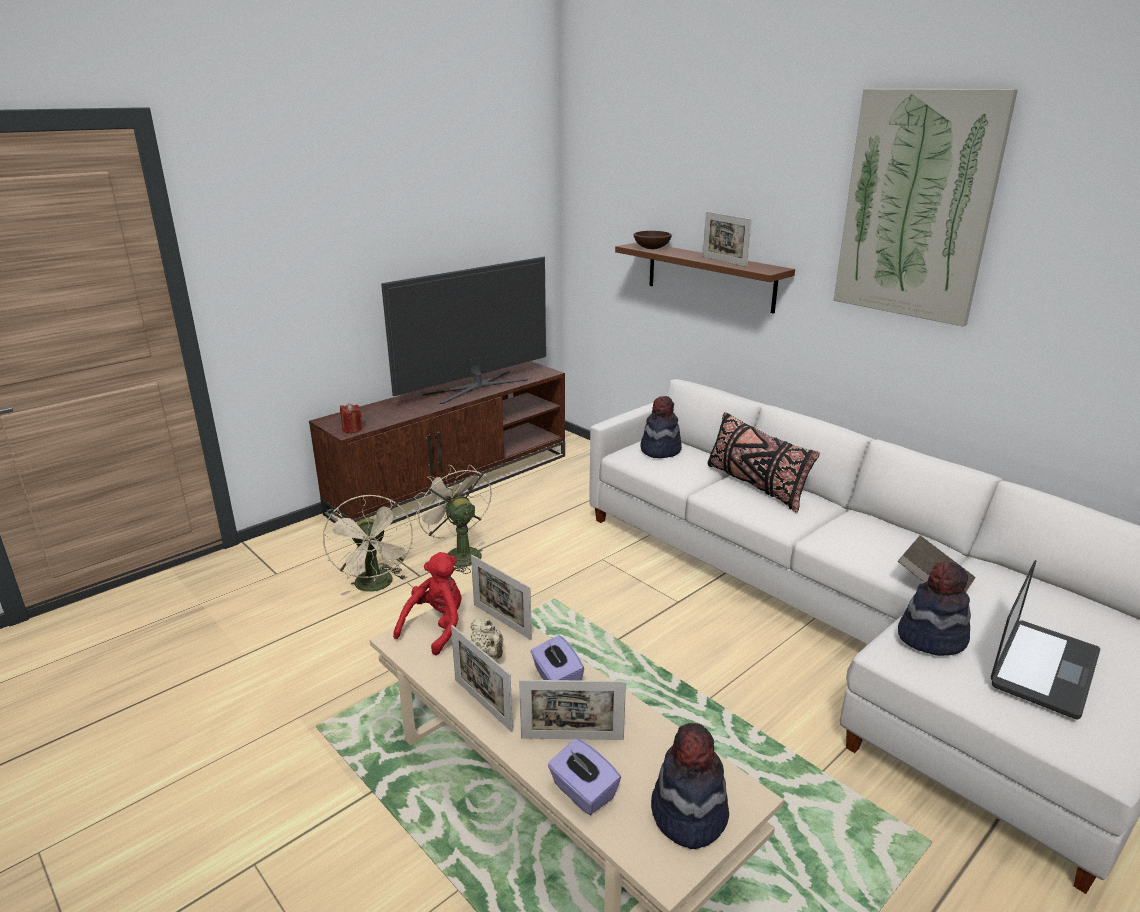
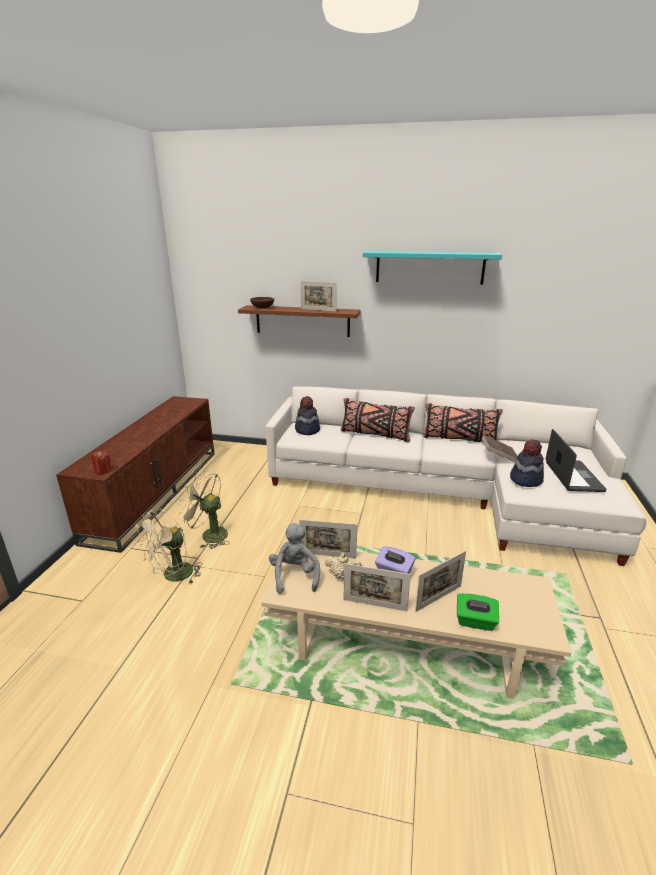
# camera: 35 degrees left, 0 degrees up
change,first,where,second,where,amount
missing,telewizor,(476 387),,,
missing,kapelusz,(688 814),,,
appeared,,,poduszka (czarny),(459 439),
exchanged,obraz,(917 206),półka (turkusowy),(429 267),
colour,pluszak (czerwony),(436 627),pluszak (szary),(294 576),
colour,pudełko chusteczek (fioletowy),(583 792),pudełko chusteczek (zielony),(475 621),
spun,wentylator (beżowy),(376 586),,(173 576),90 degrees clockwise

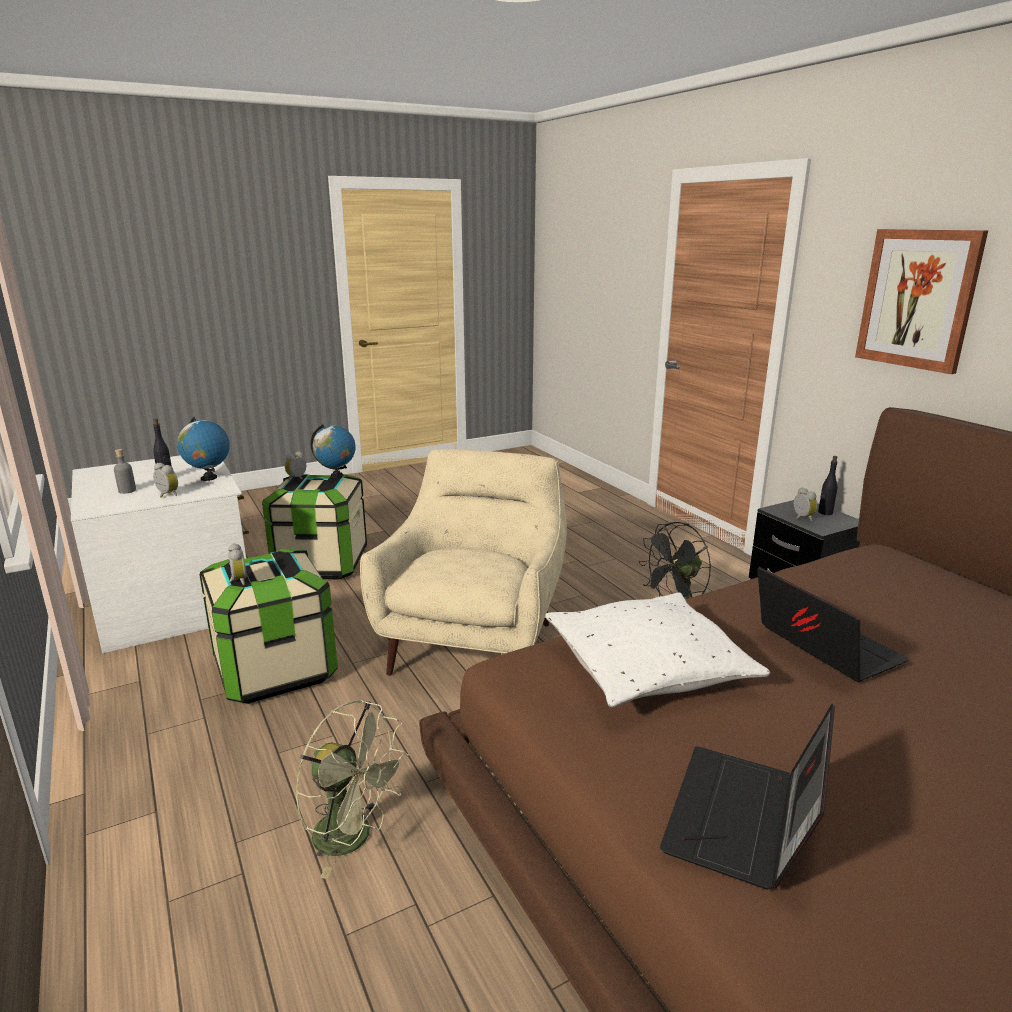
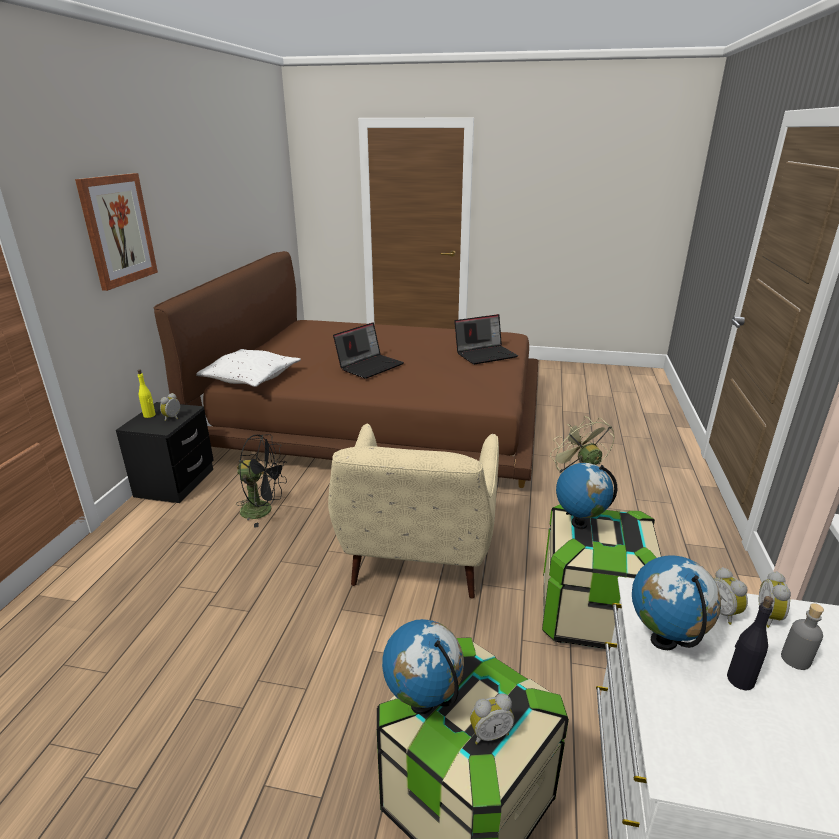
# camera: 140 degrees left, 5 degrees up
change,first,where,second,where,amount
appeared,,,globus,(579 523),
relocated,budzik,(237 581),,(770 617),
relocated,poduszka (biały),(647 664),,(249 377),
colour,butelka (czarny),(825 512),butelka (żółty),(149 415),
spun,fotel (beżowy),(476 643),,(418 559),45 degrees counterclockwise
spun,laptop,(822 647),,(370 366),150 degrees counterclockwise

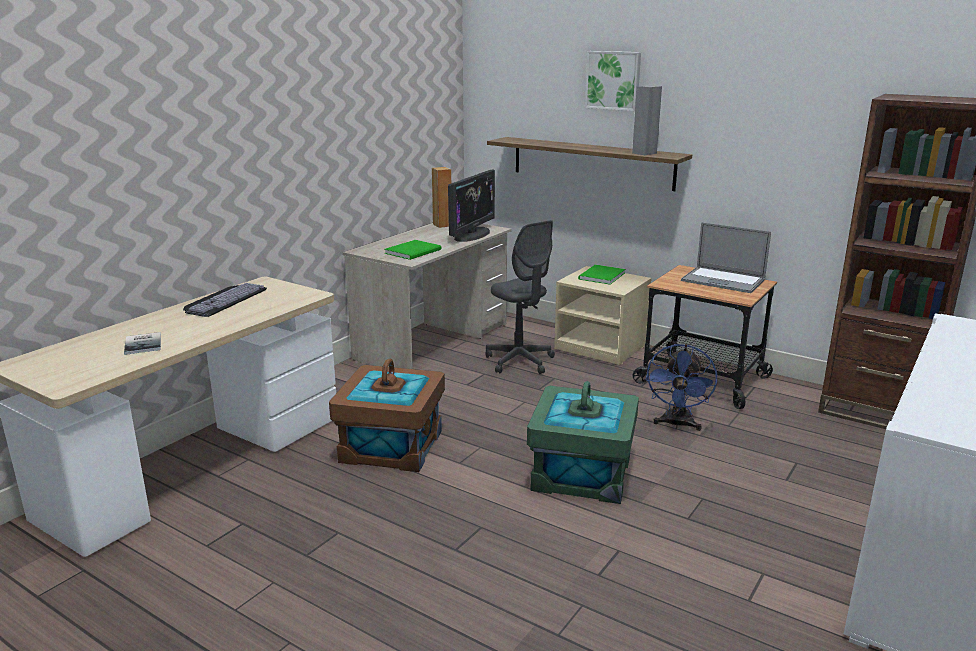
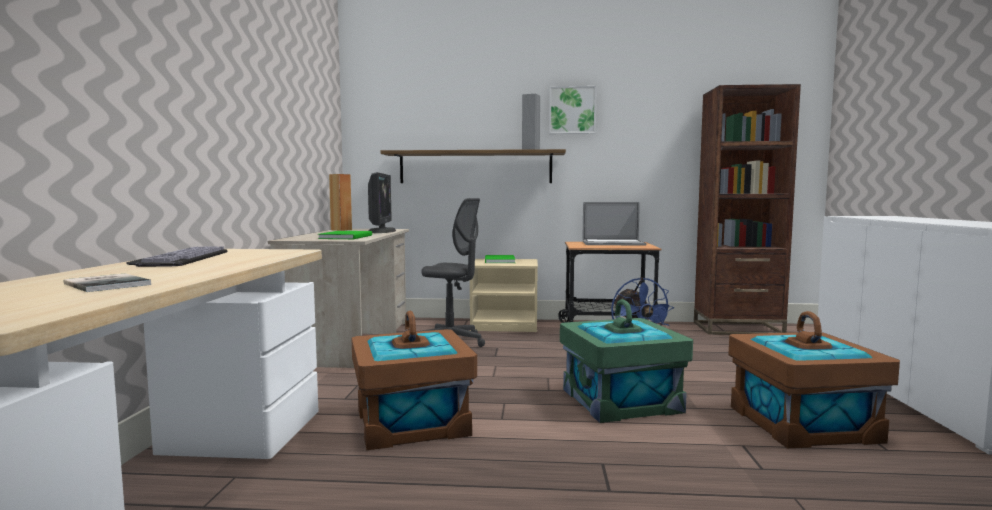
# camera: 30 degrees left, 15 degrees down
change,first,where,second,where,amount
appeared,,,pojemnik do przechowywania (brązowy),(801 424),
relocated,obraz,(613 80),,(572 110),

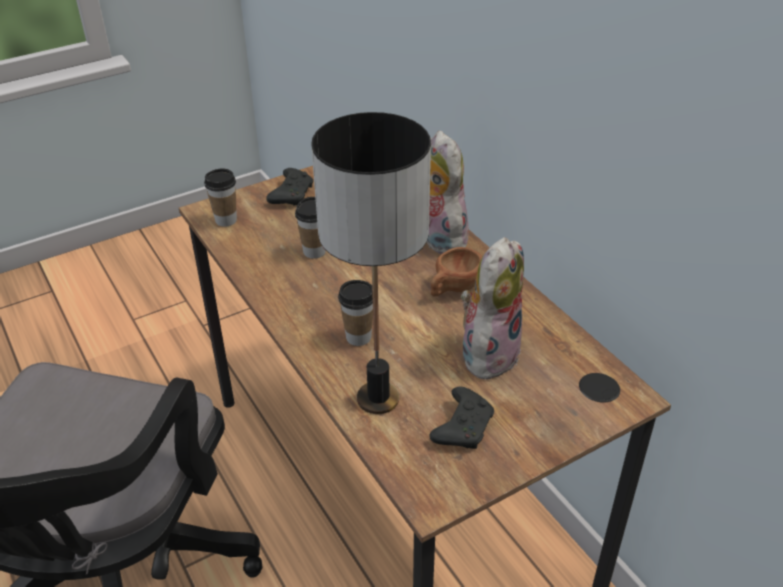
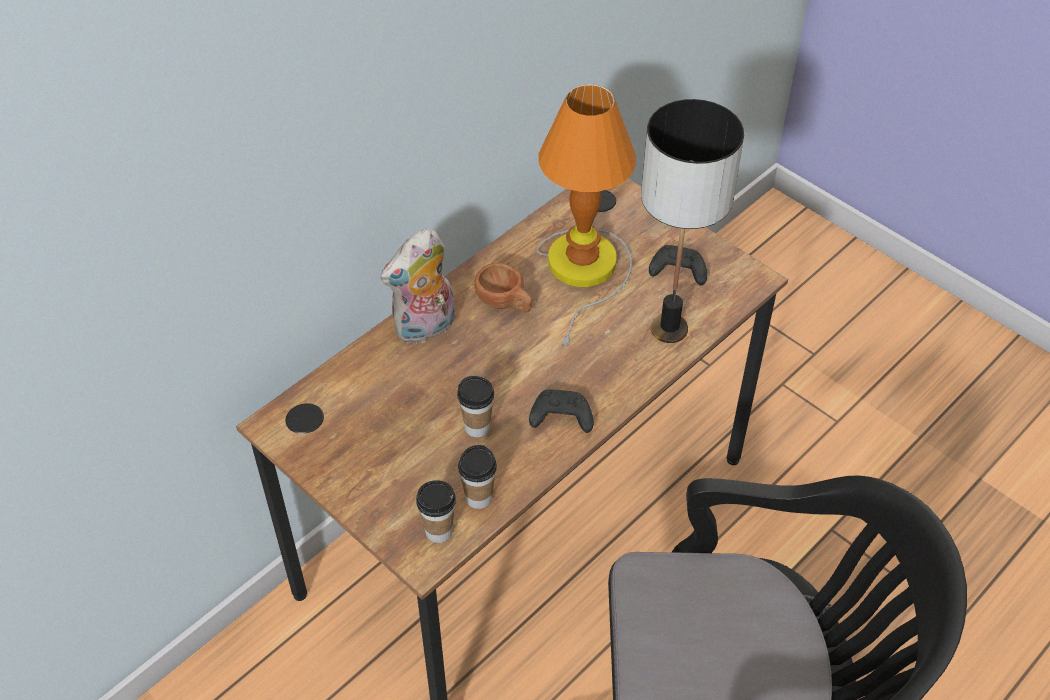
# camera: 105 degrees left, 10 degrees up
change,first,where,second,where,amount
relocated,pad do gier (czarny),(292 194),,(560 418),
relocated,filiżanka,(358 337),,(478 498),
exchanged,pluszak,(488 352),lampa stołowa,(585 268),

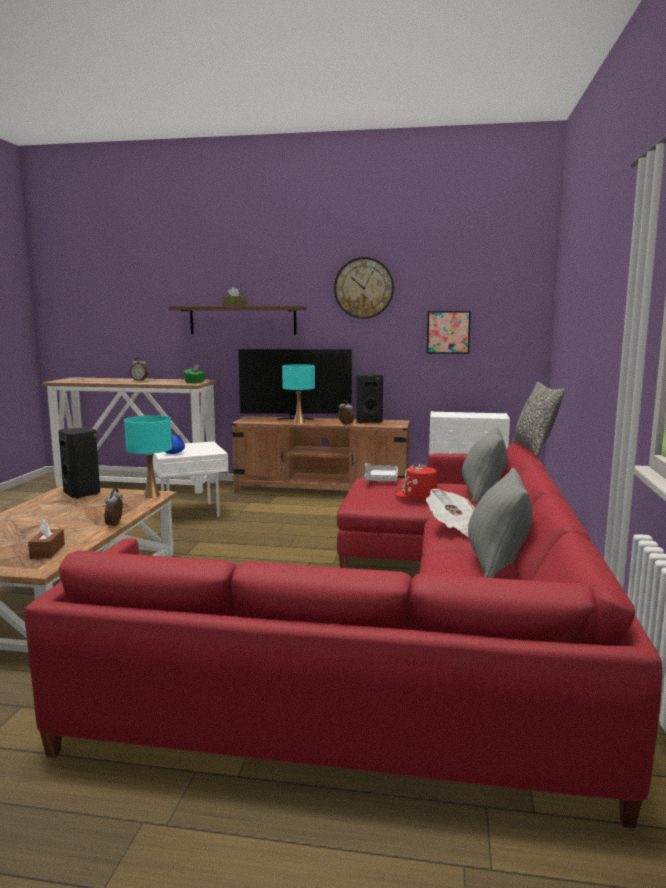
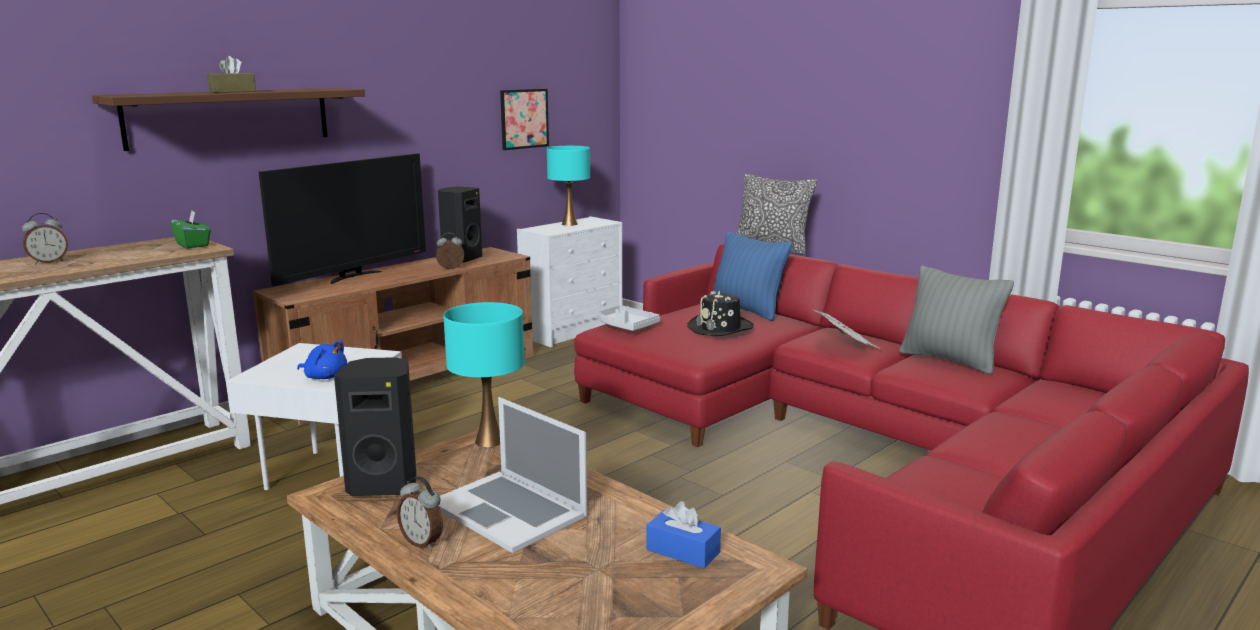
# camera: 55 degrees left, 5 degrees up
change,first,where,second,where,amount
missing,zegar ścienny,(363 288),,,
appeared,,,laptop,(509 510),
relocated,budzik,(115 525),,(423 542),
relocated,lampa stołowa (turkusowy),(299 423),,(570 224),
colour,pudełko chusteczek (brązowy),(47 551),pudełko chusteczek (niebieski),(683 551),
colour,kapelusz (czerwony),(421 495),kapelusz (czarny),(720 328),
colour,poduszka (szary),(483 494),poduszka (niebieski),(747 310),

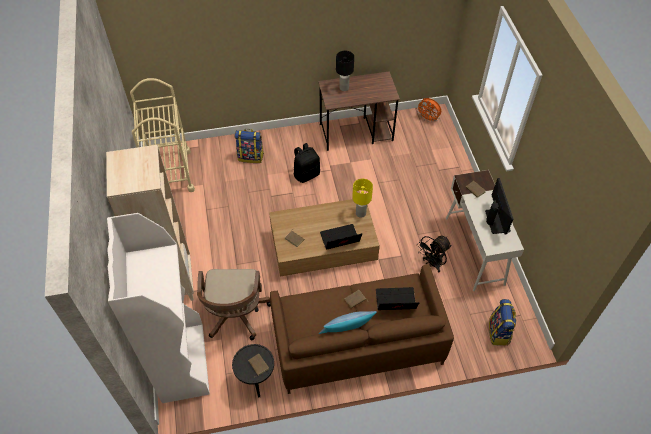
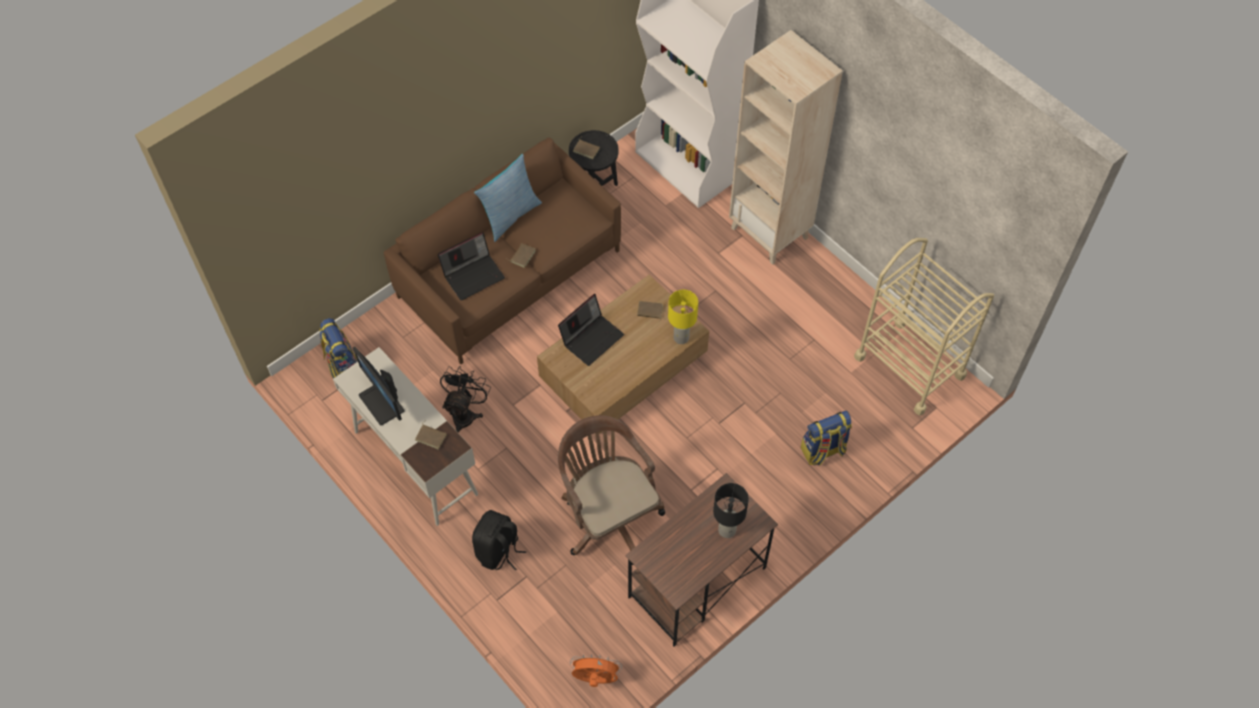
# camera: 150 degrees right, 5 degrees up
change,first,where,second,where,amount
relocated,krzesło biurowe (brązowy),(235 316),,(608 515),
relocated,plecak (czarny),(306 174),,(498 551),
relocated,lampa stołowa (żółty),(360 213),,(681 337),

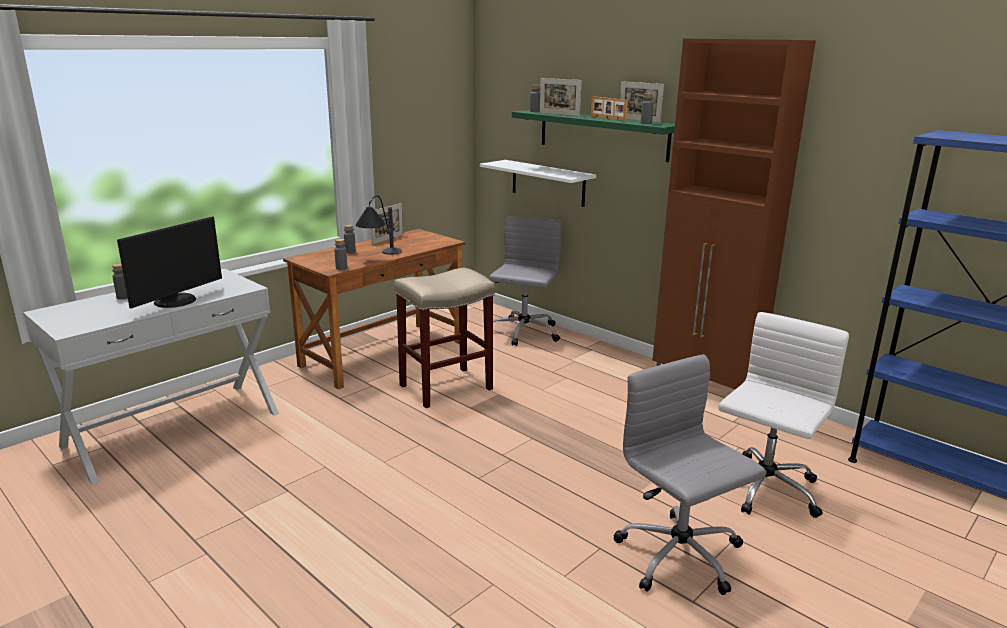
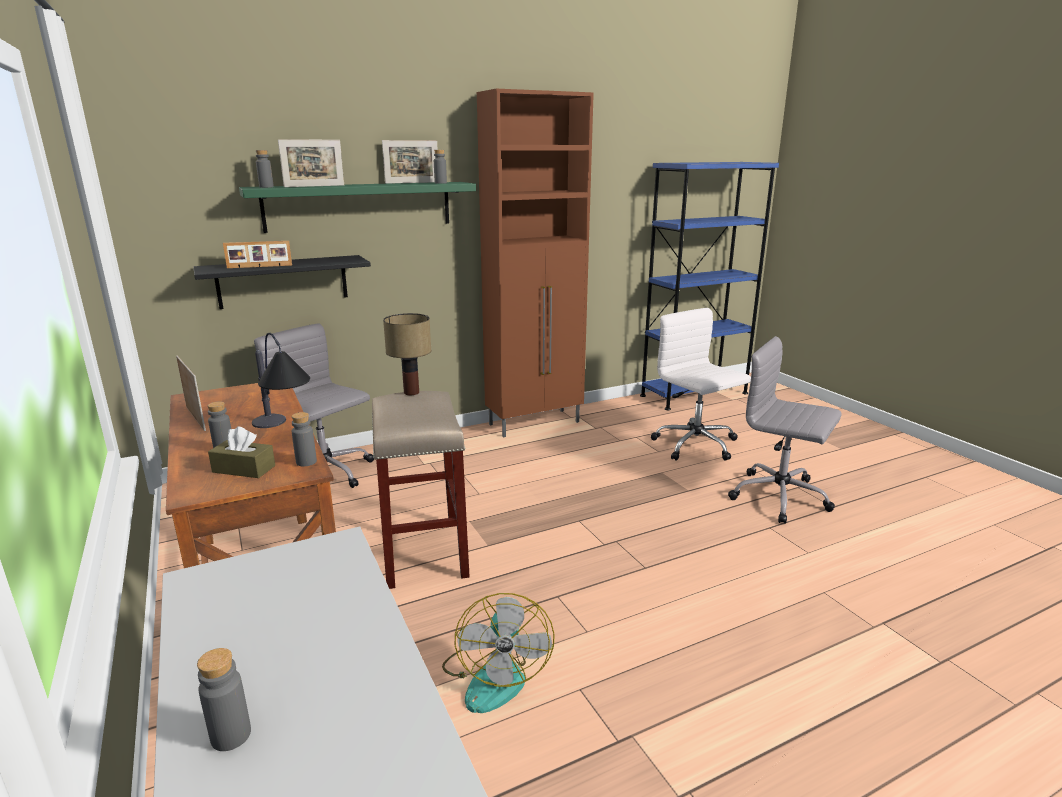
# camera: 70 degrees left, 0 degrees up
change,first,where,second,where,amount
missing,monitor,(177 301),,,
appeared,,,pudełko chusteczek (brązowy),(244 469),
appeared,,,lampa stołowa,(410 392),
appeared,,,wentylator,(495 675),
relocated,ramka na zdjęcie,(607 118),,(259 266),
colour,półka (biały),(548 183),półka (czarny),(283 281),
spun,krzesło biurowe (szary),(680 557),,(781 497),45 degrees clockwise

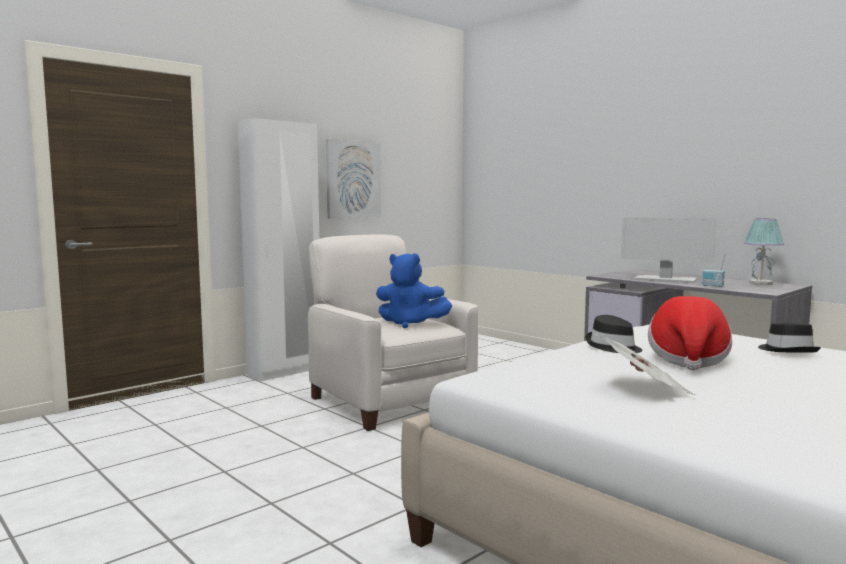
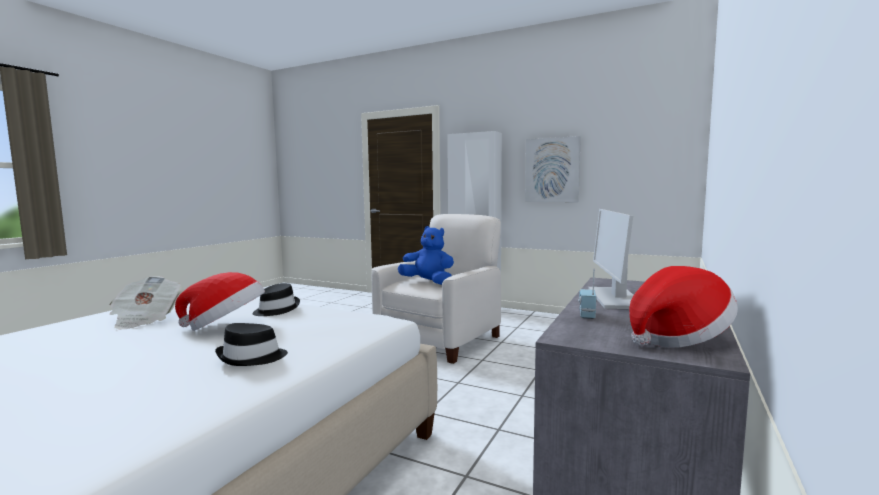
# camera: 70 degrees right, 0 degrees up
change,first,where,second,where,amount
exchanged,lampa stołowa,(760 284),kapelusz,(677 338),
spun,pluszak (niebieski),(410 324),,(428 282),120 degrees clockwise

